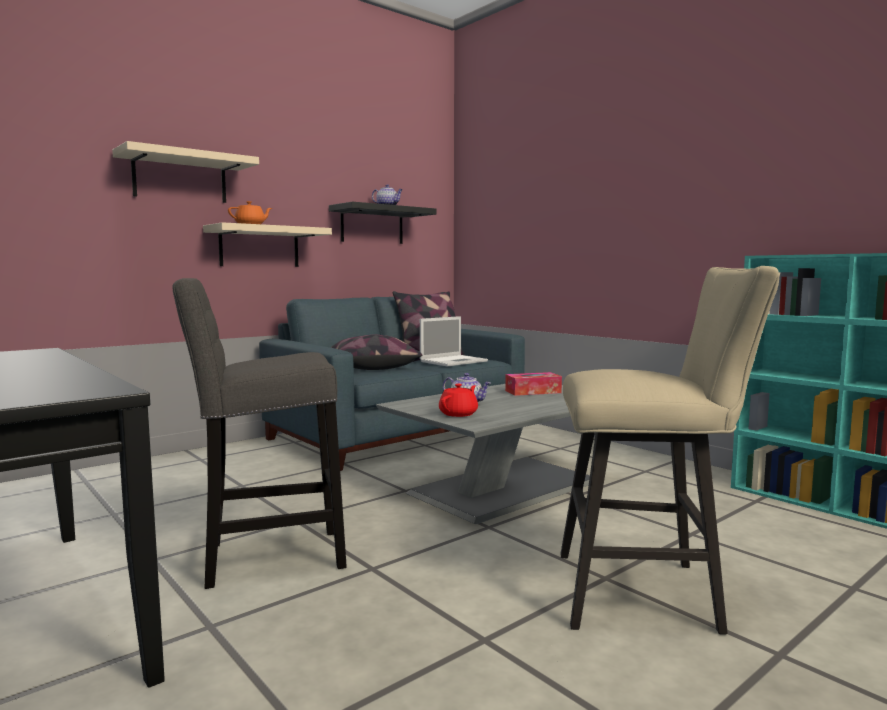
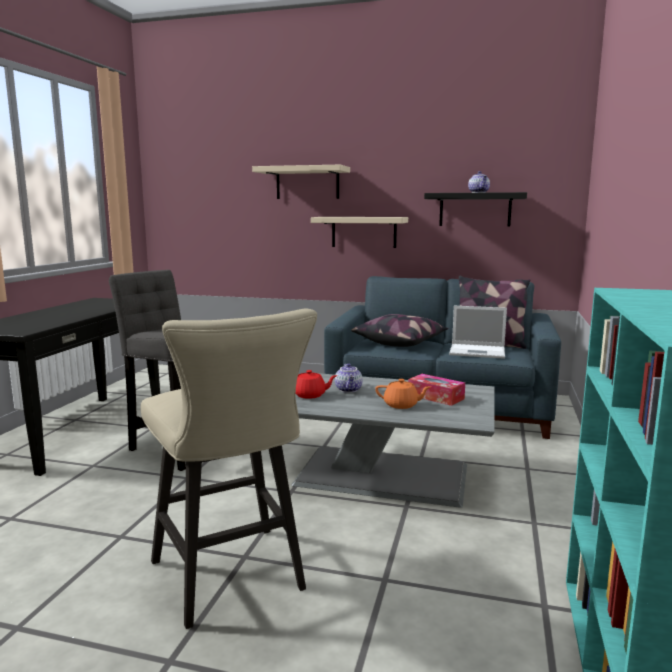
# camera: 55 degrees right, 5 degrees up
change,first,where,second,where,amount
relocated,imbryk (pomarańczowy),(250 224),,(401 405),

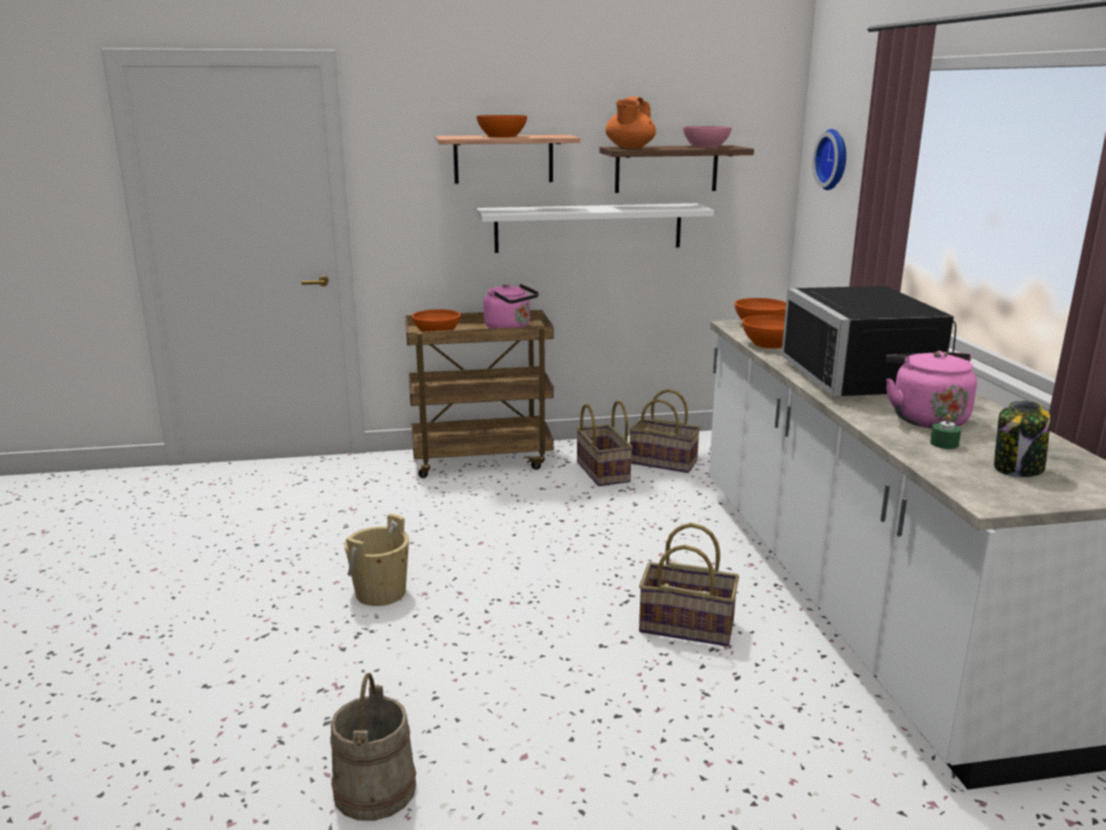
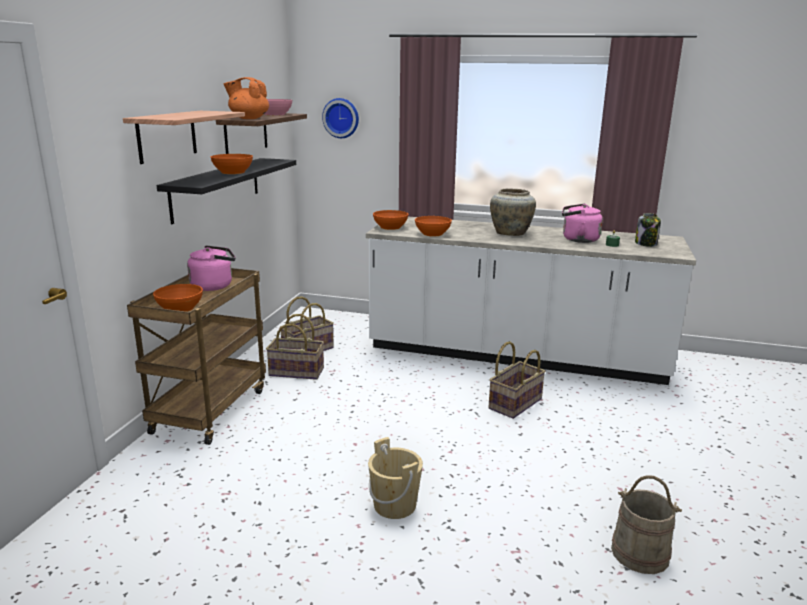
# camera: 65 degrees left, 0 degrees up
change,first,where,second,where,amount
relocated,miska (pomarańczowy),(501 136),,(232 172),
exchanged,mikrofalówka (czarny),(868 378),wazon (beżowy),(511 233),
colour,półka (biały),(588 227),półka (czarny),(217 188),
spun,imbryk (pomarańczowy),(629 148),,(248 118),150 degrees clockwise

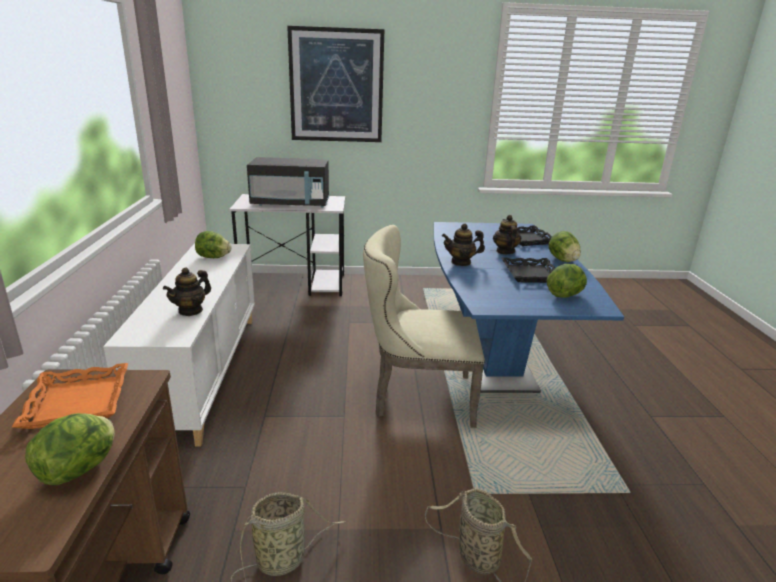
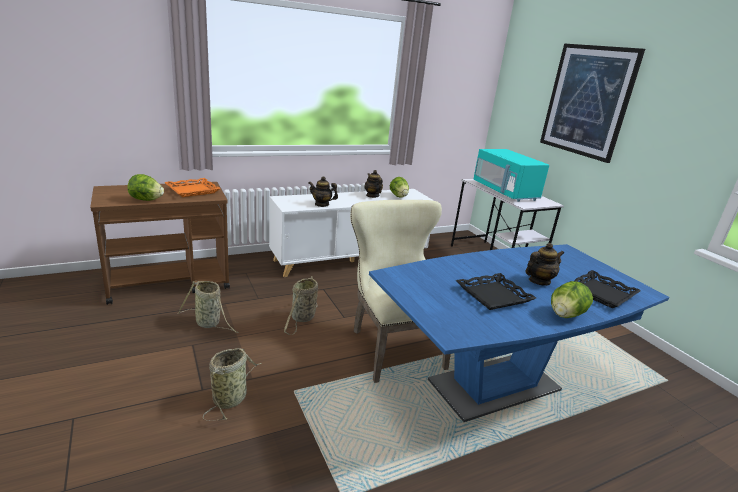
# camera: 65 degrees right, 0 degrees up
change,first,where,second,where,amount
missing,sałata,(565 295),,,
appeared,,,koszyk,(302 318),
relocated,imbryk,(461 262),,(372 195),
colour,mikrofalówka (czarny),(291 204),mikrofalówka (turkusowy),(505 192),

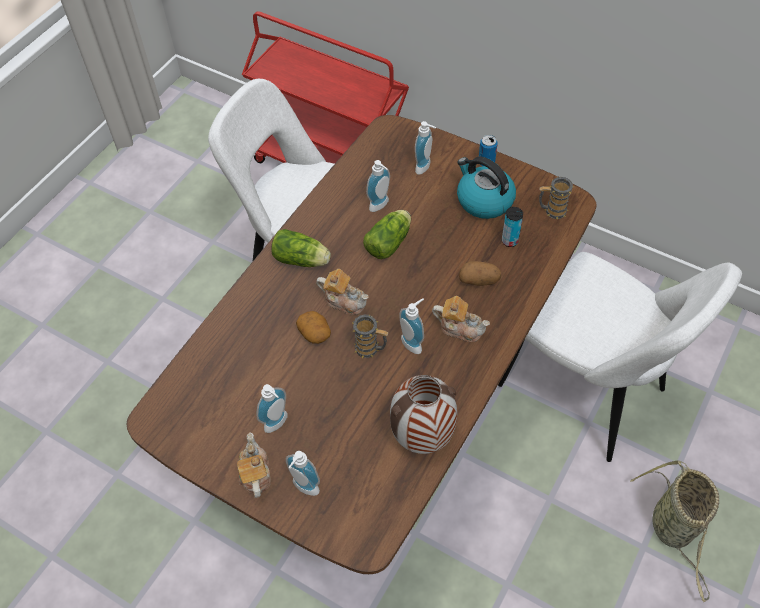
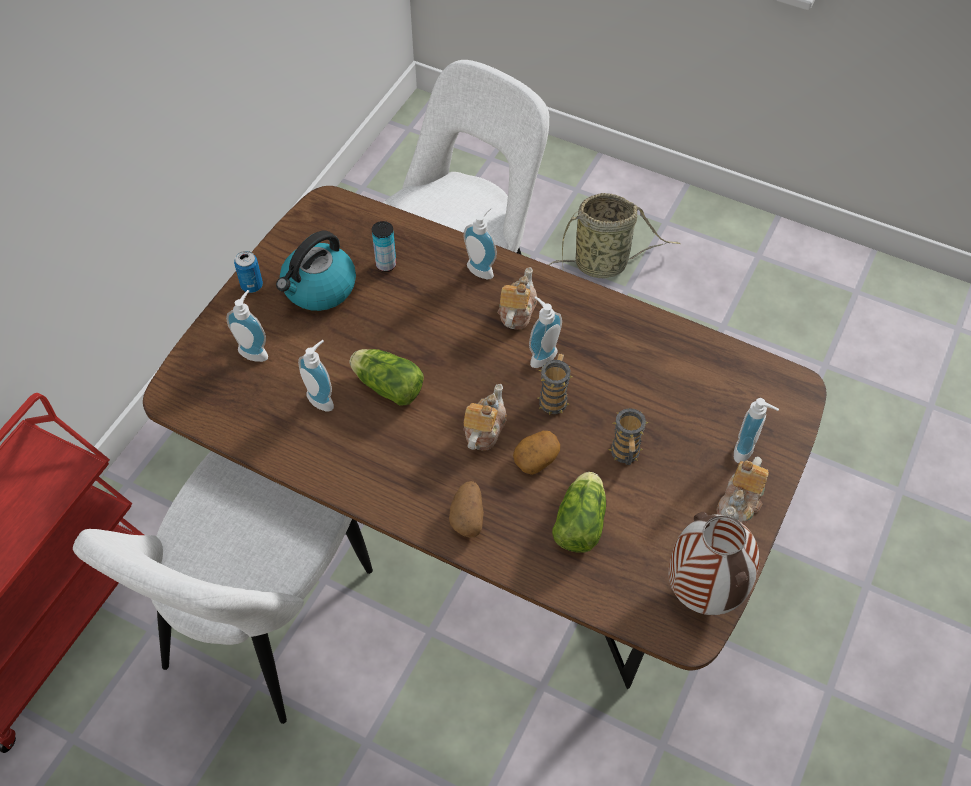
# camera: 95 degrees left, 0 degrees up
change,first,where,second,where,amount
relocated,dozownik mydła,(278 424),,(482 268),
relocated,sałata,(303 260),,(581 520),
relocated,wazon,(422 436),,(701 593),
relocated,ziemniak,(479 280),,(468 516),
relocated,kubek,(551 211),,(625 456),
spun,imbryk,(255 474),,(740 503),45 degrees counterclockwise

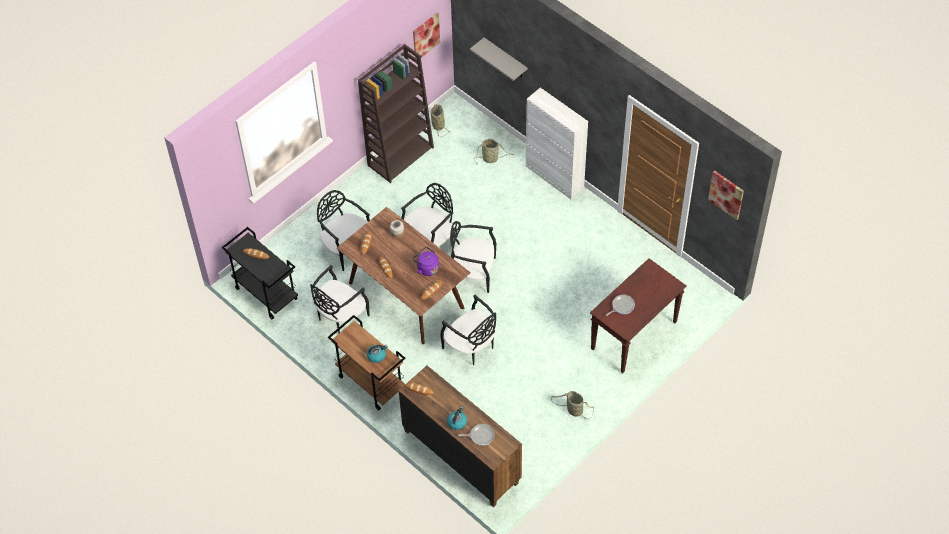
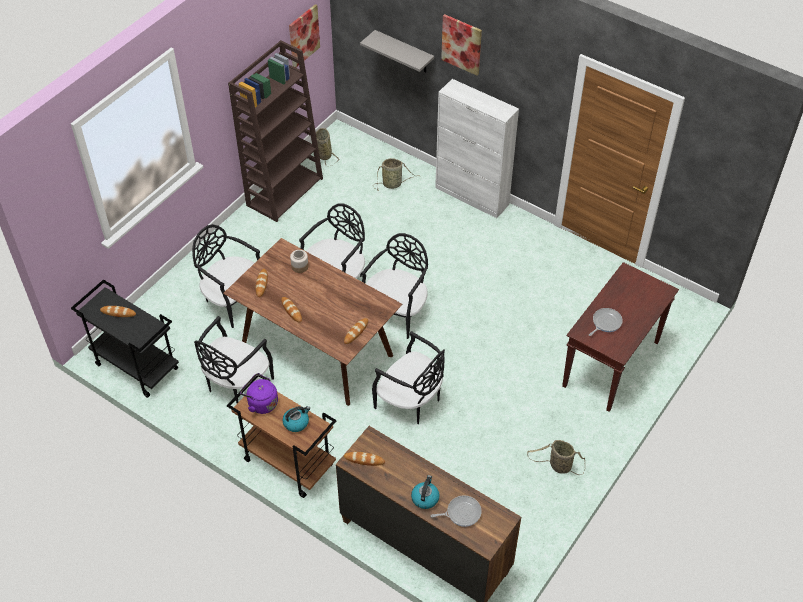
# camera: 10 degrees left, 5 degrees down
change,first,where,second,where,amount
relocated,czajnik (fioletowy),(426 268),,(261 403),
relocated,obraz,(726 194),,(461 44),
spun,krzesło (czarny),(473 272),,(397 312),120 degrees clockwise

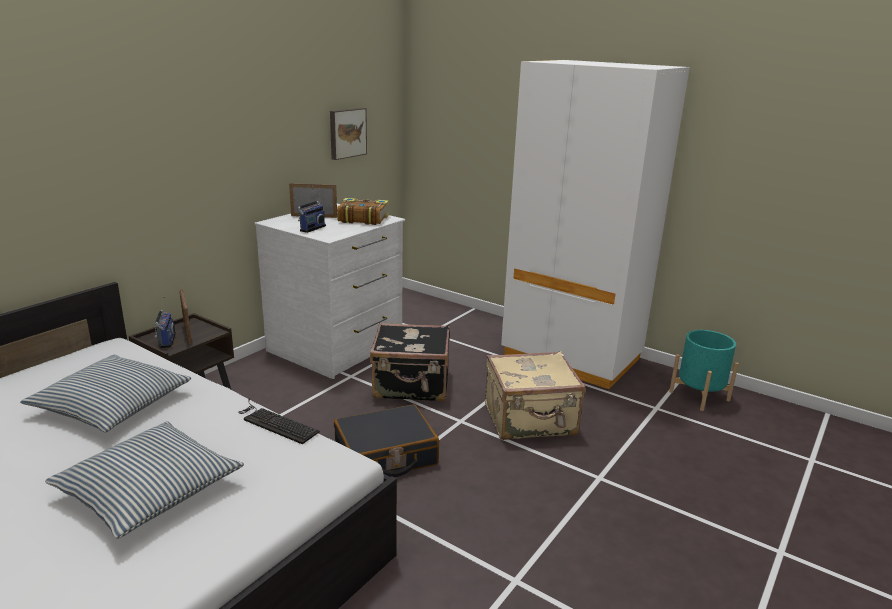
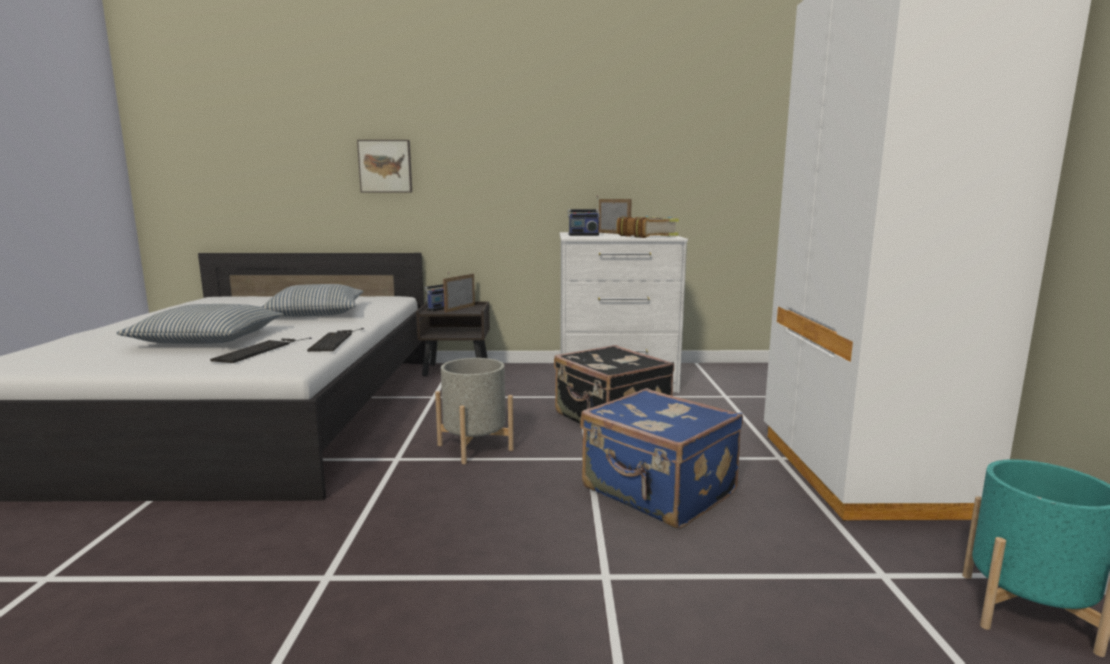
# camera: 55 degrees right, 10 degrees down
change,first,where,second,where,amount
appeared,,,klawiatura,(261 350),
relocated,obraz,(347 133),,(385 166),
exchanged,walizka (czarny),(385 455),donica (szary),(475 447),
colour,walizka (beżowy),(530 420),walizka (niebieski),(658 492),

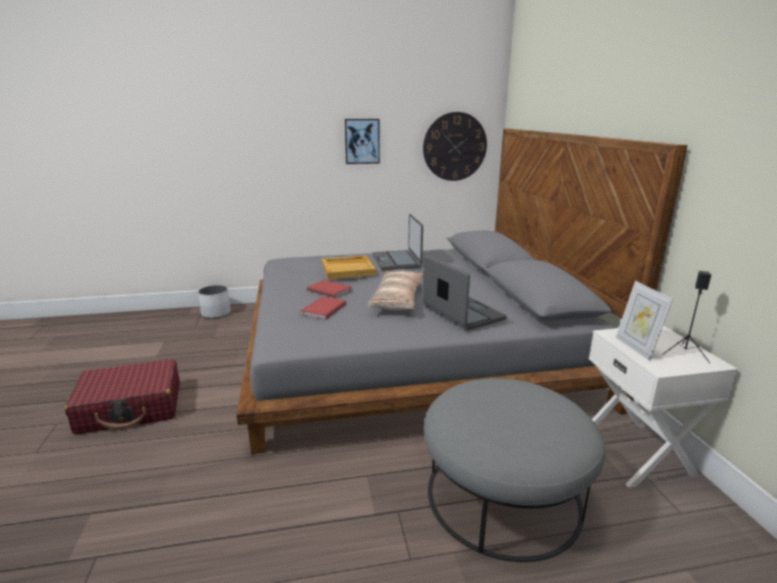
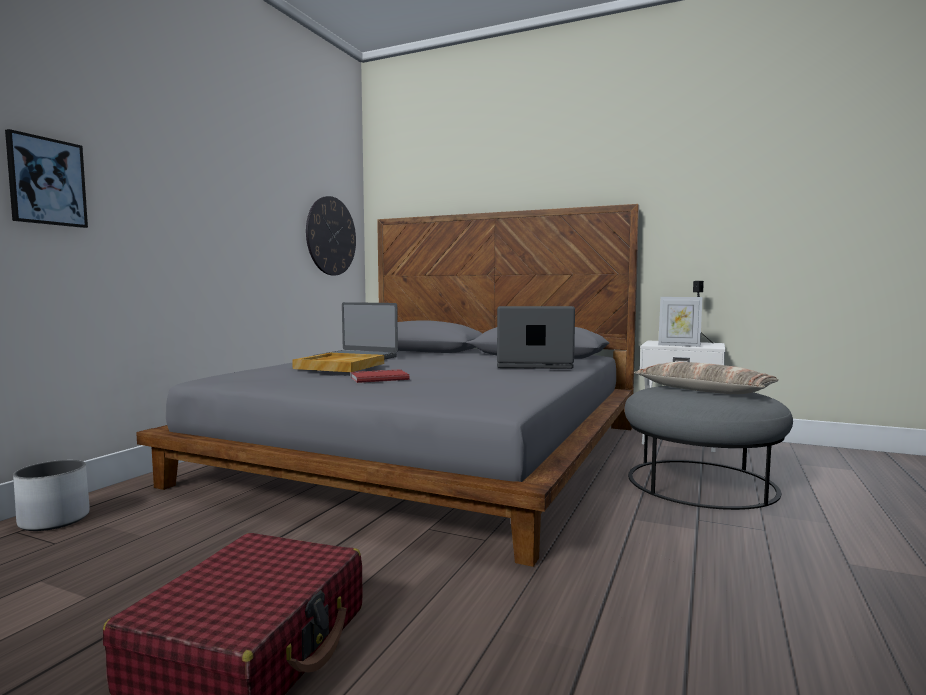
# camera: 55 degrees left, 15 degrees down
change,first,where,second,where,amount
missing,książka (czerwony),(322 309),,,
relocated,obraz,(362 141),,(46 181),
relocated,poduszka,(398 299),,(703 390),

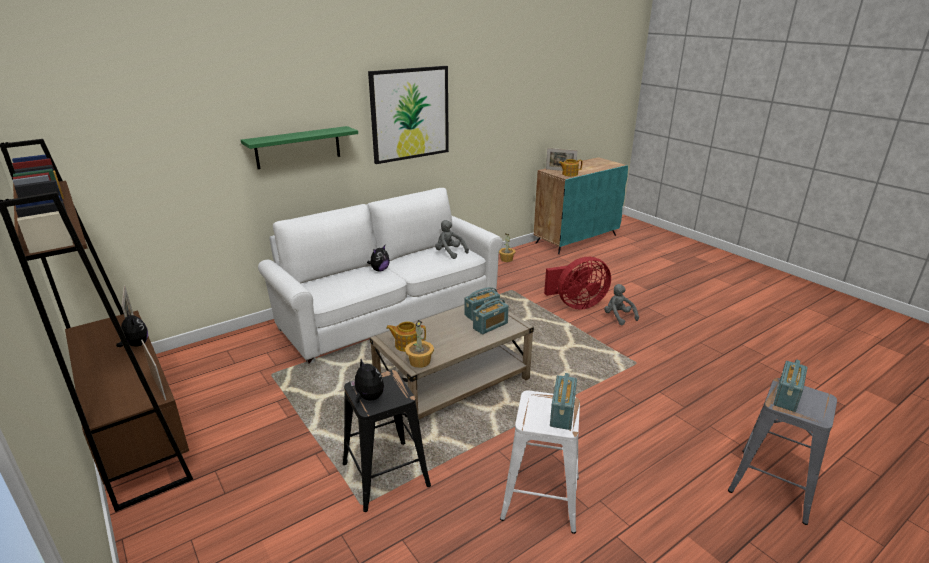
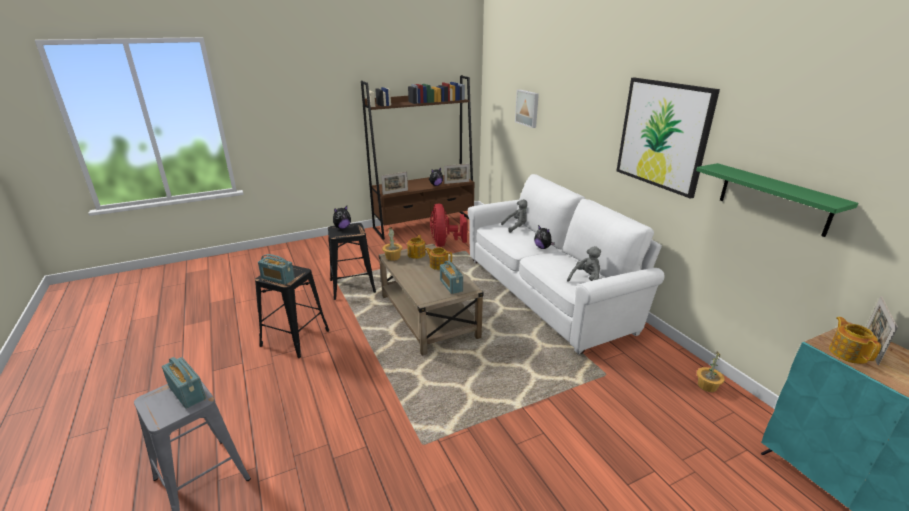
# camera: 100 degrees right, 0 degrees up
change,first,where,second,where,amount
missing,radio,(490 326),,,
appeared,,,imbryk,(438 265),
appeared,,,obraz,(528 108),
relocated,półka (zielony),(298 147),,(773 199),
relocated,wentylator (czerwony),(576 304),,(444 243),
relocated,pluszak (szary),(618 317),,(516 227),
colour,stołek (biały),(539 497),stołek (czarny),(295 337),

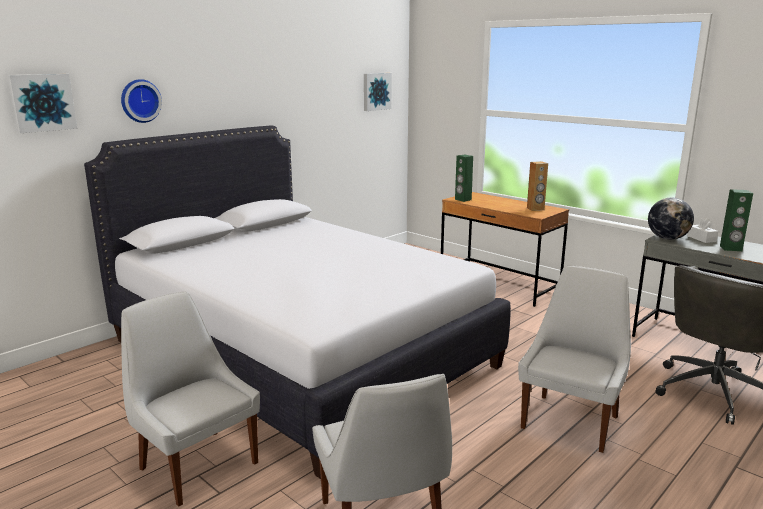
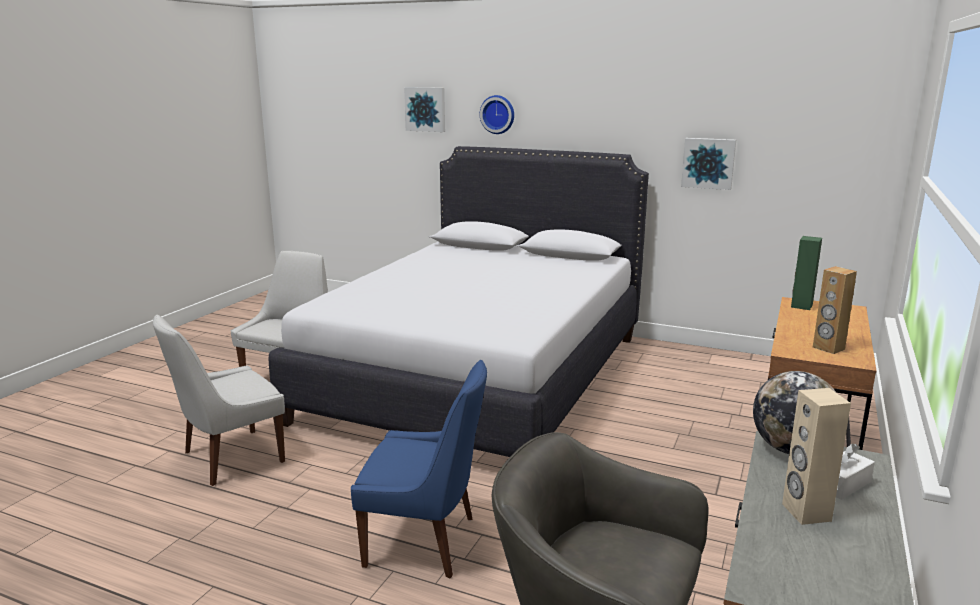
# camera: 70 degrees right, 0 degrees up
change,first,where,second,where,amount
relocated,obraz,(376 91),,(708 163),
colour,krzesło (biały),(571 420),krzesło (niebieski),(425 542),
colour,głośnik (zielony),(731 248),głośnik (beżowy),(805 512),

